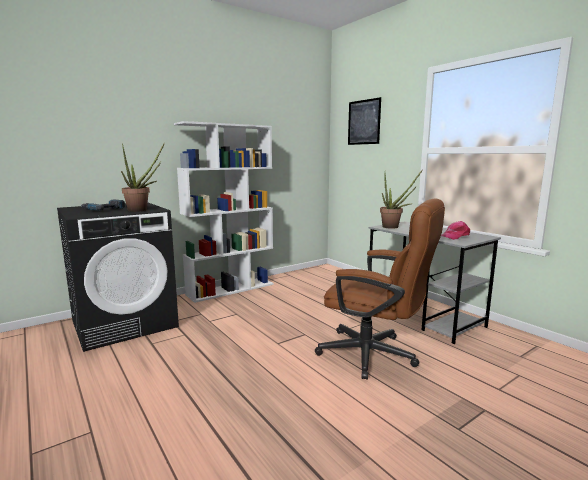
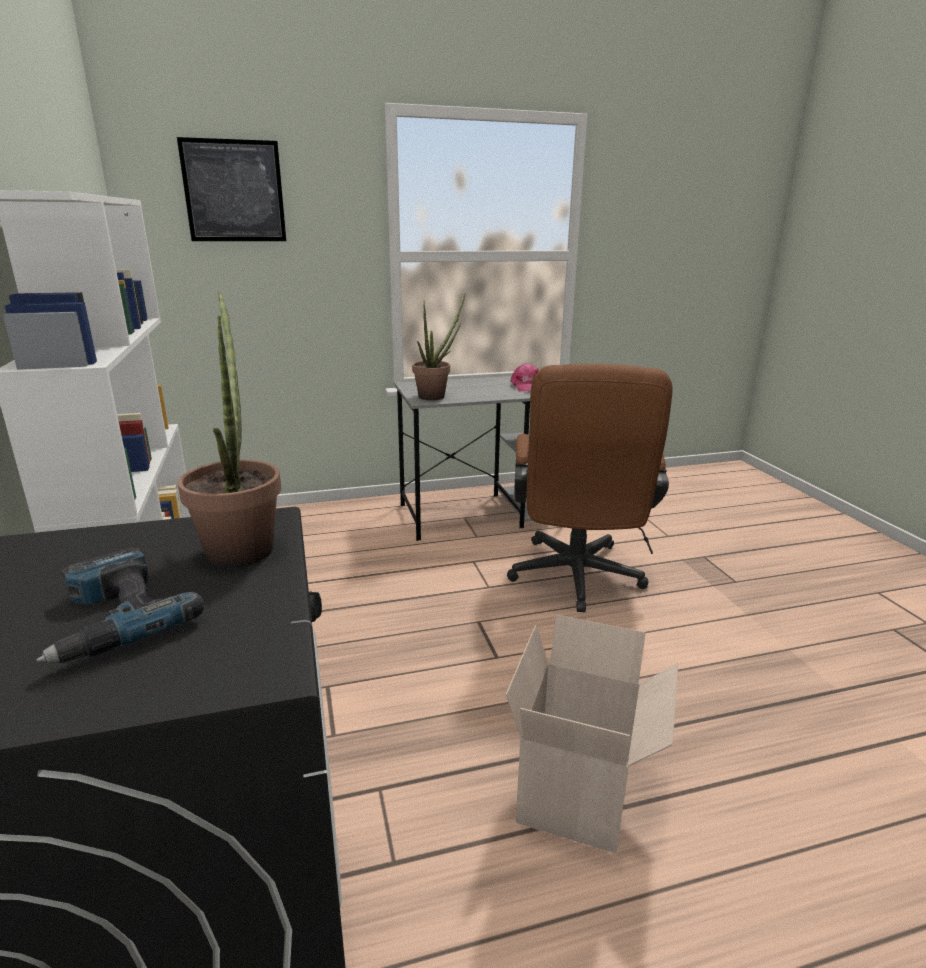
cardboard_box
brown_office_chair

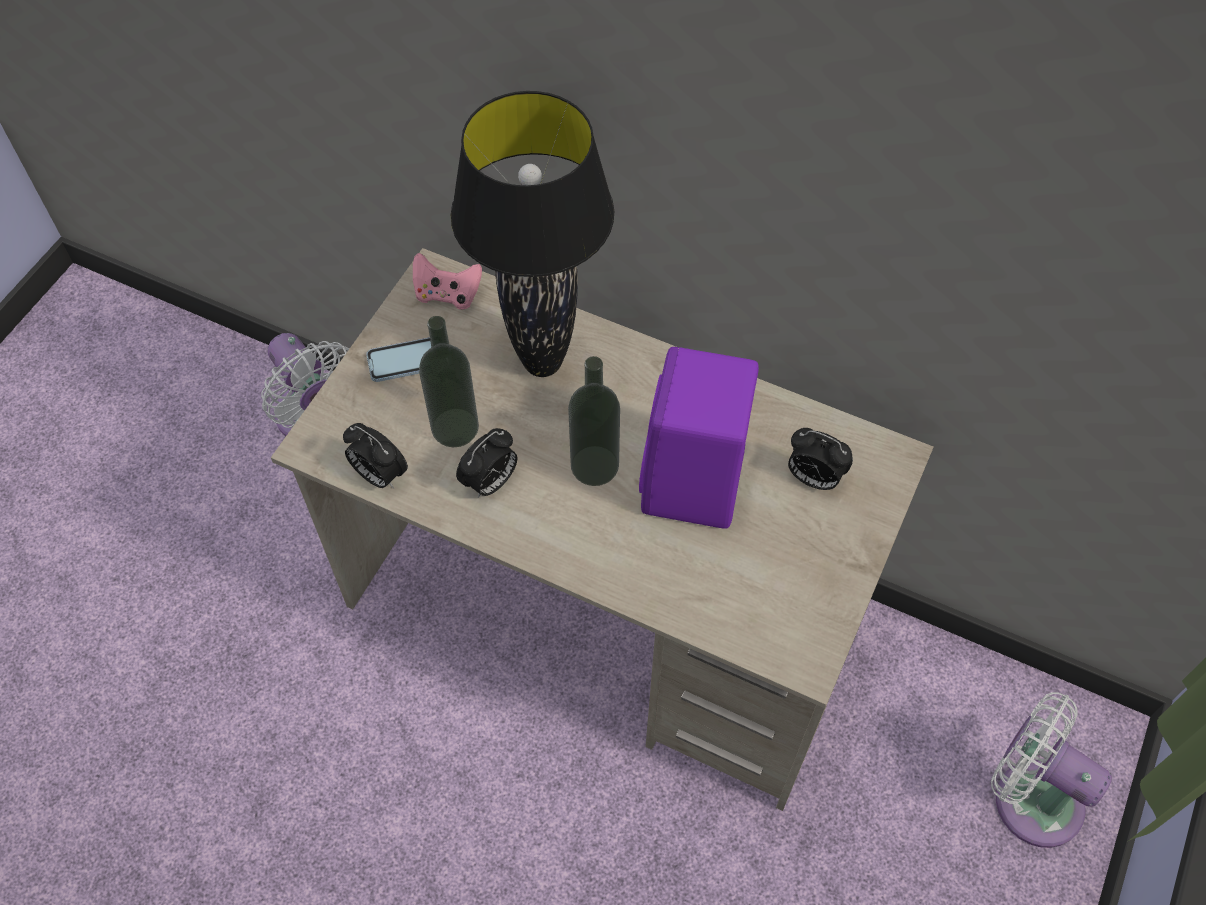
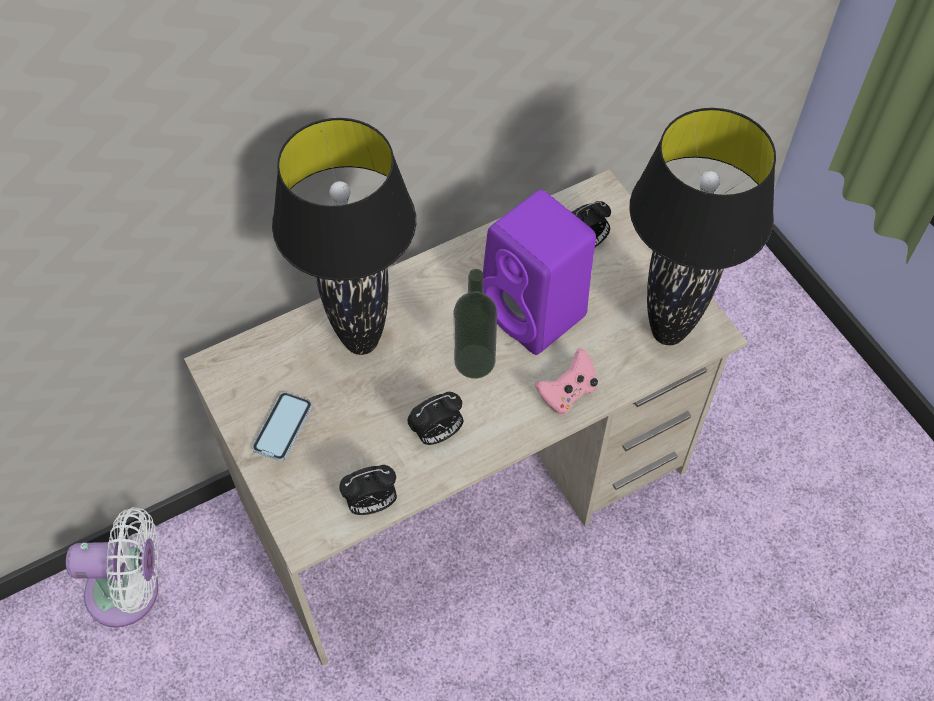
alarm_clock (no. 2 from left)
pink_game_controller
black_table_lamp (no. 2 from left)
bottle (no. 1 from left in the first image)
white_fan (no. 2 from left in the first image)

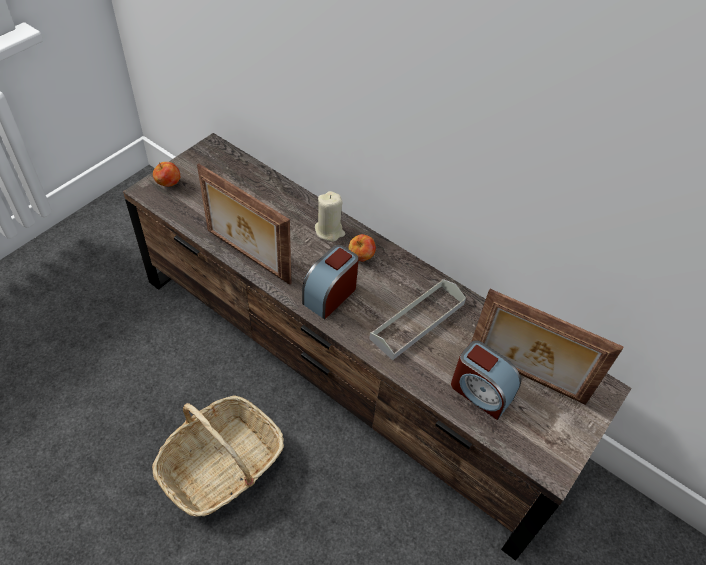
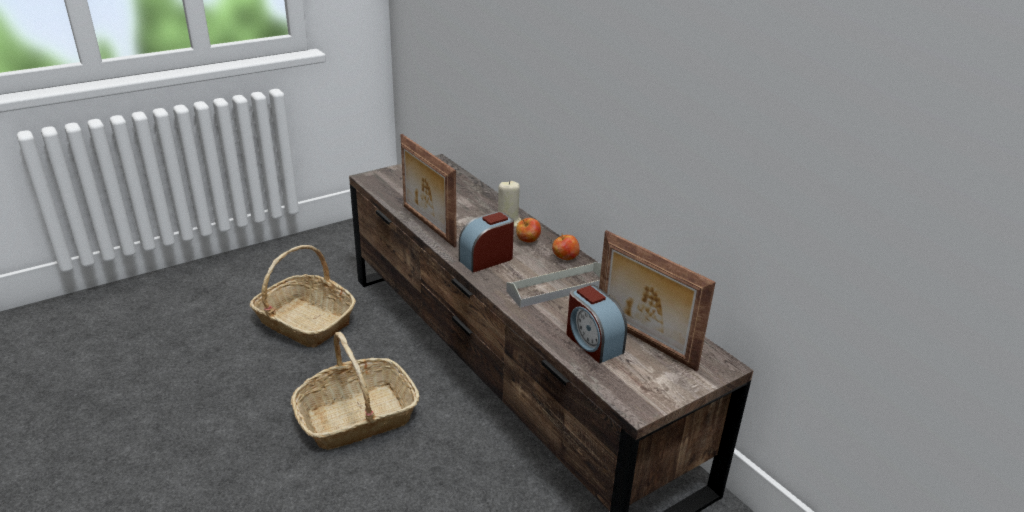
basket (no. 1 from left)
apple (no. 2 from left)

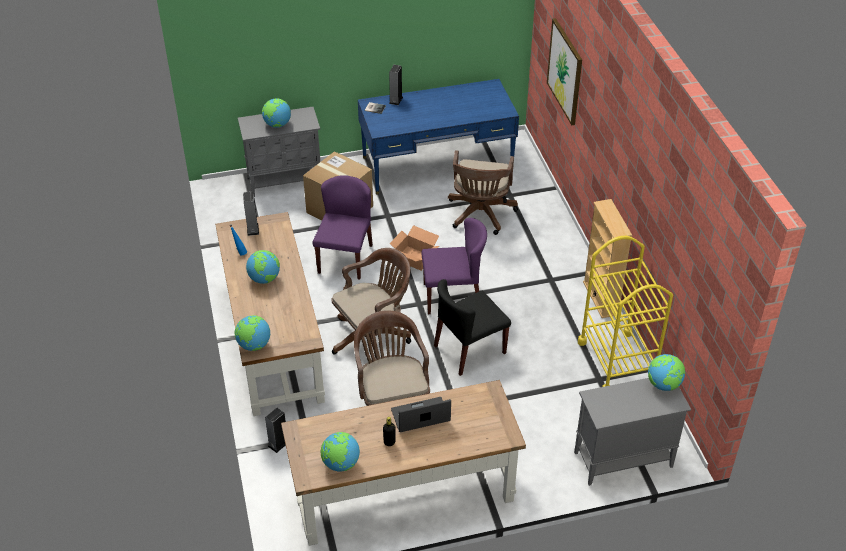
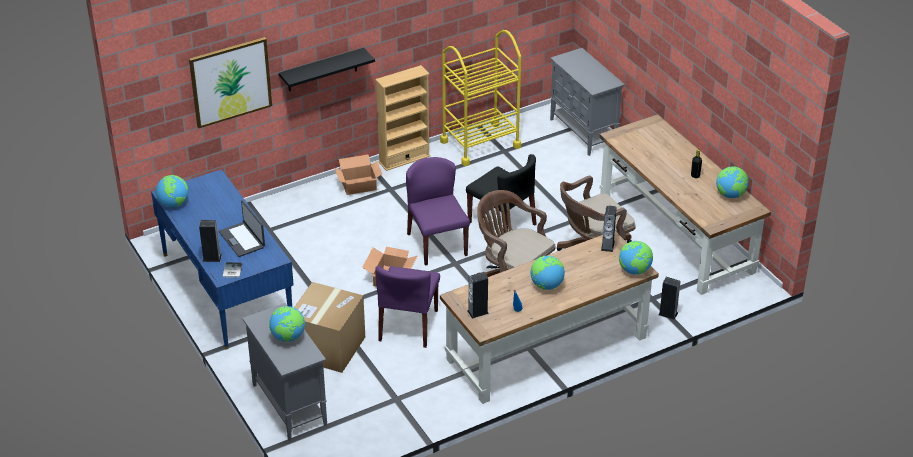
globe (no. 1 from left)
laptop
black_shelf
cardboard_box (no. 2 from left)
purple_chair (no. 1 from left)
speaker (no. 3 from left)
brown_office_chair (no. 3 from left in the first image)

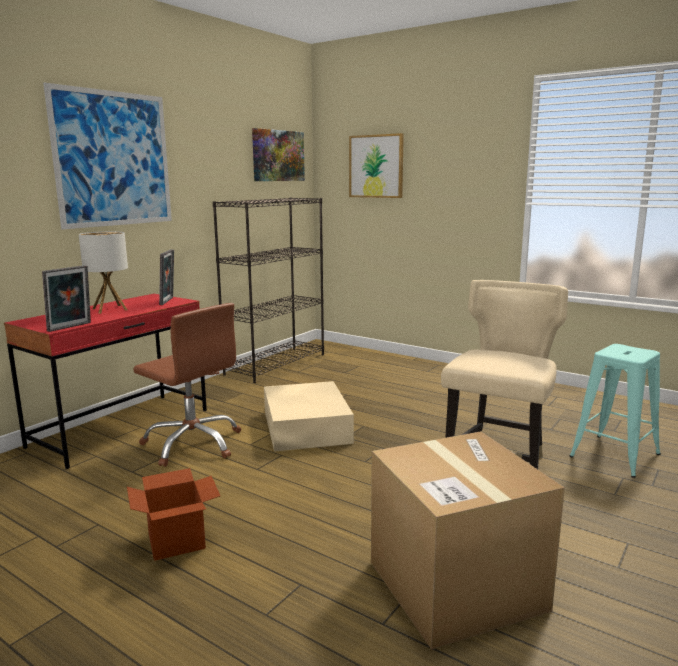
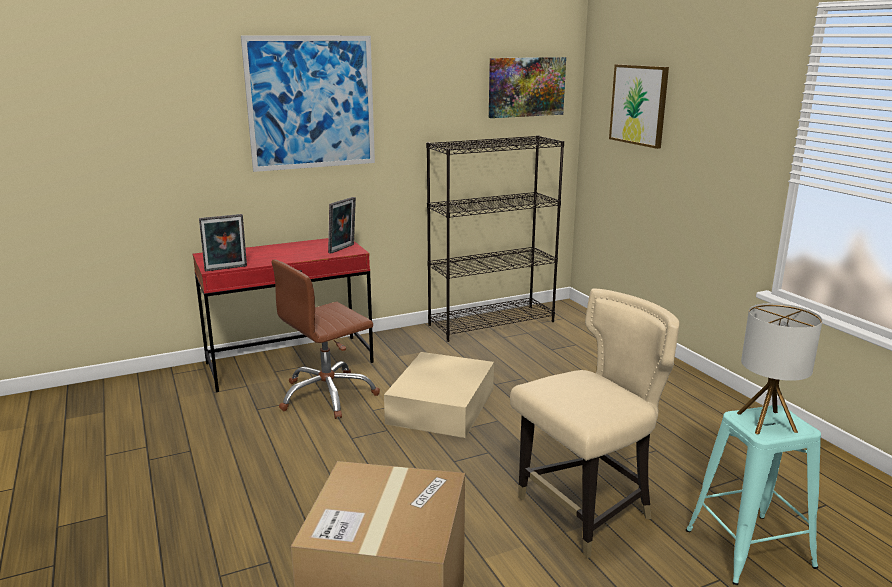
brown_office_chair
table_lamp
cardboard_box (no. 1 from left in the first image)

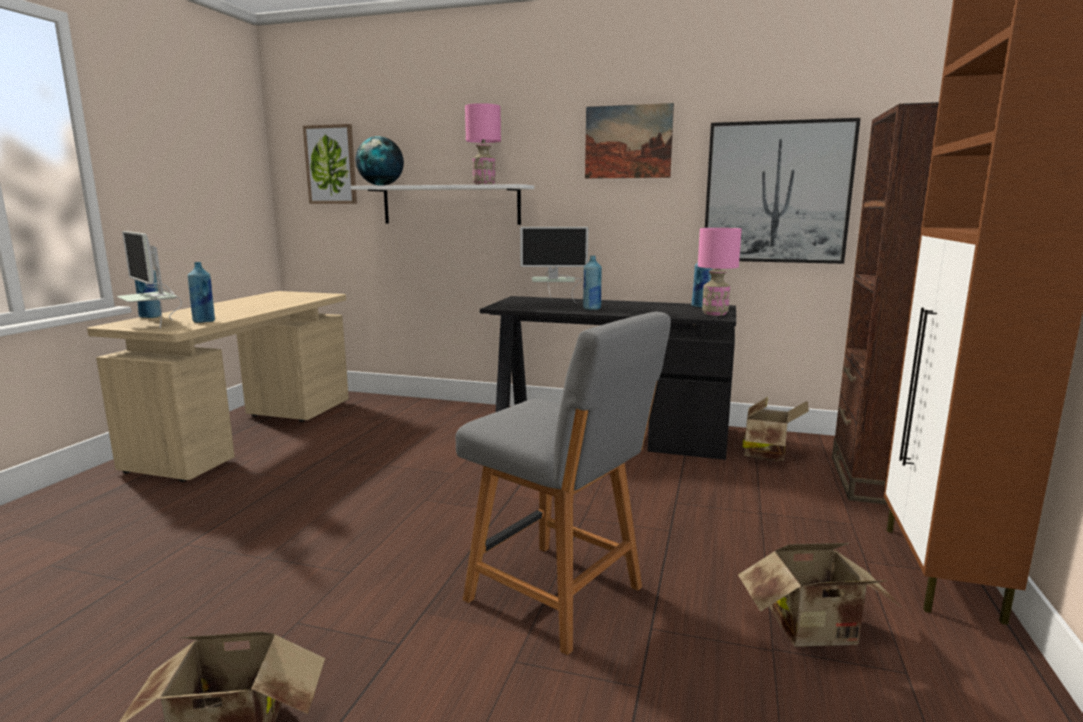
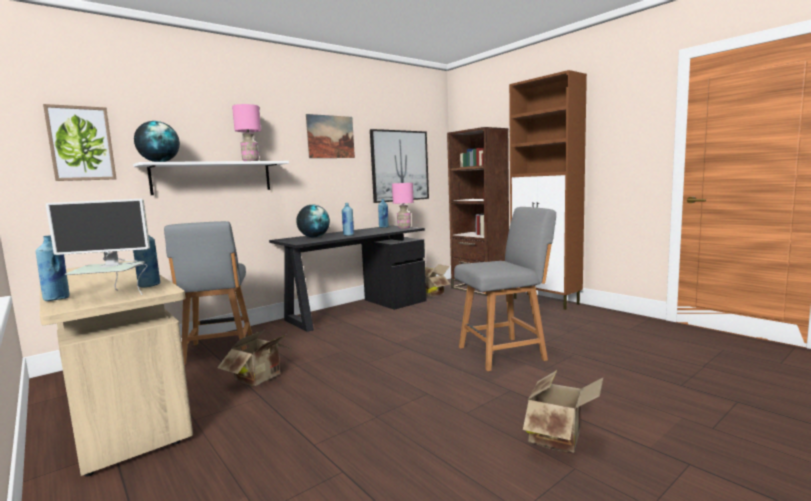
grey_chair (no. 1 from left)
cardboard_box (no. 1 from left)
globe (no. 2 from left)

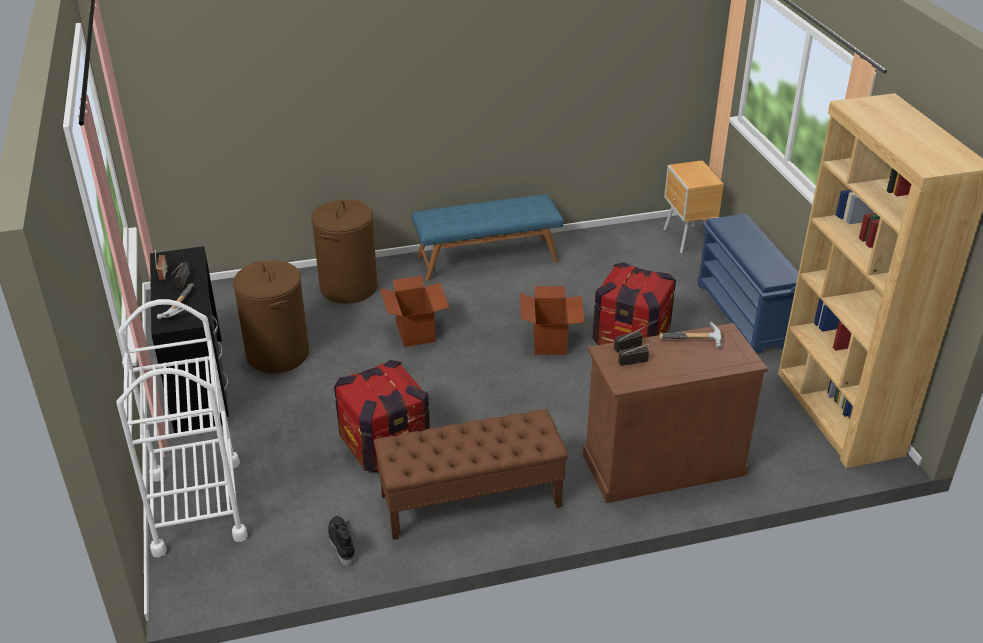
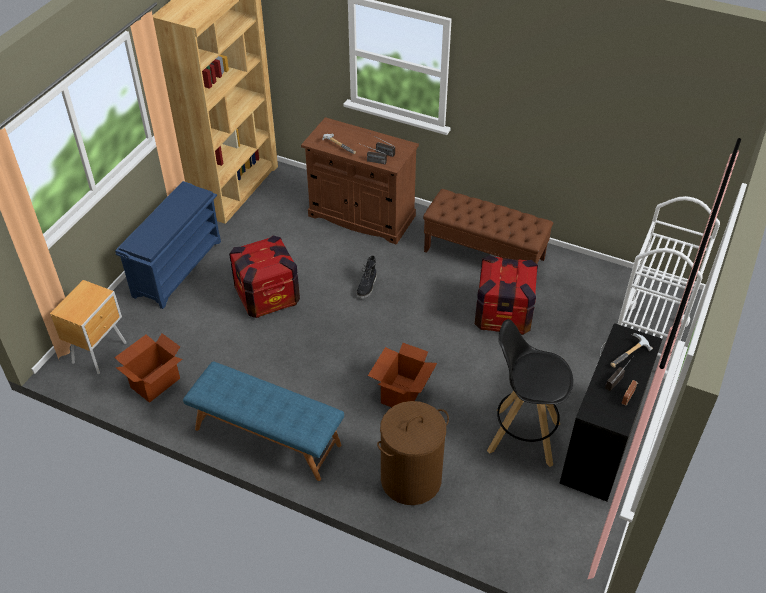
cardboard_box (no. 1 from left)
black_boot
black_stool

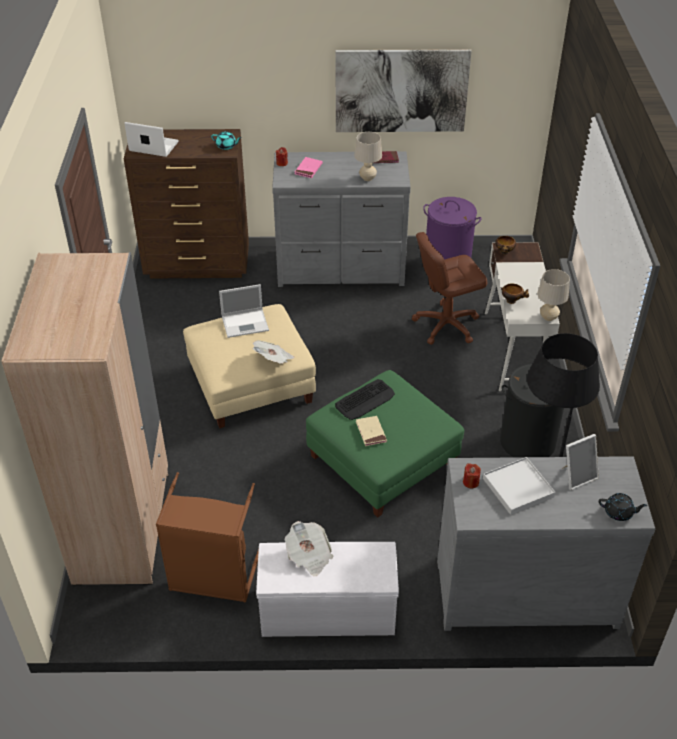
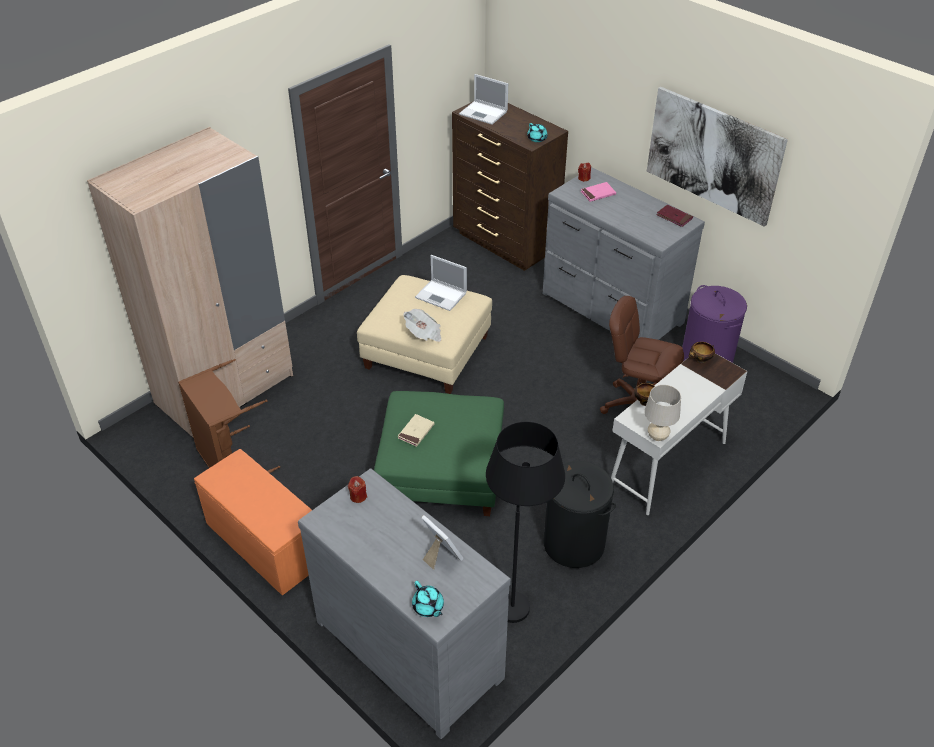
orange_bench
turquoise_teapot (no. 1 from left)
picture_frame
laptop (no. 2 from left)
newspaper (no. 2 from left in the first image)
keyboard
beige_table_lamp (no. 1 from left in the first image)
white_tray

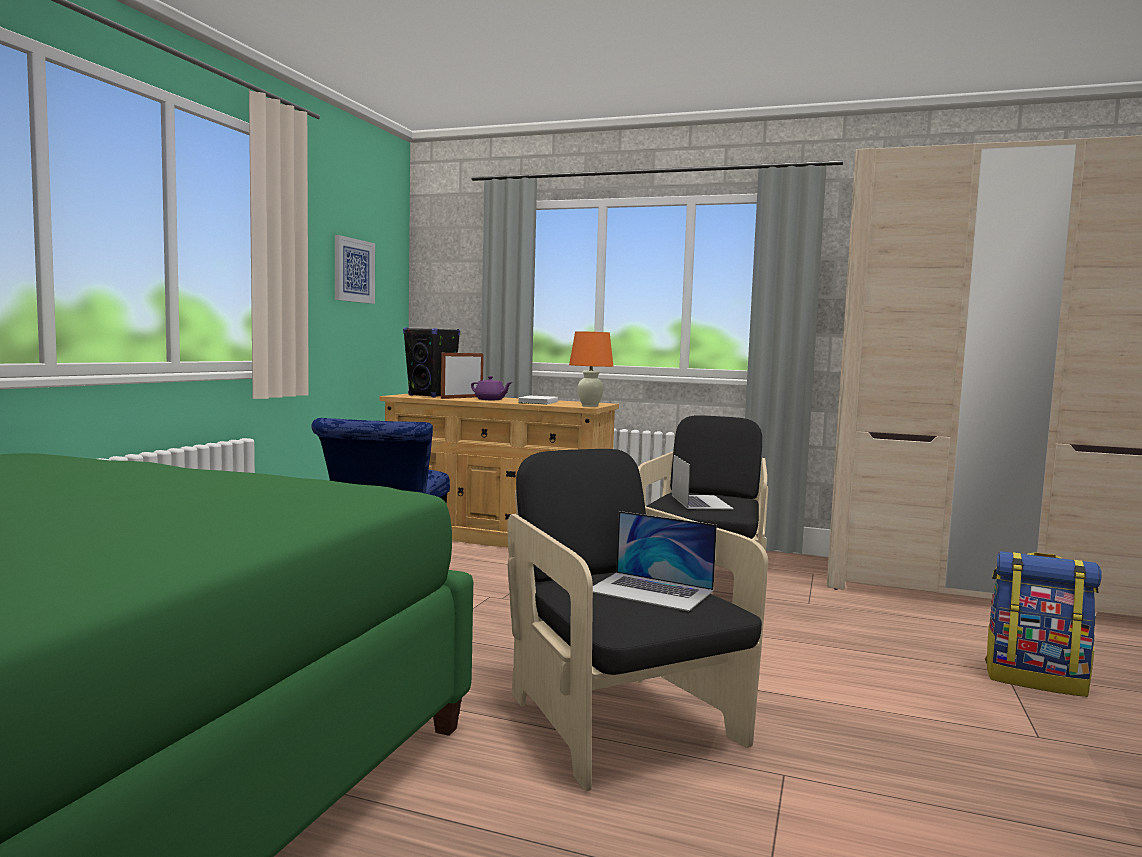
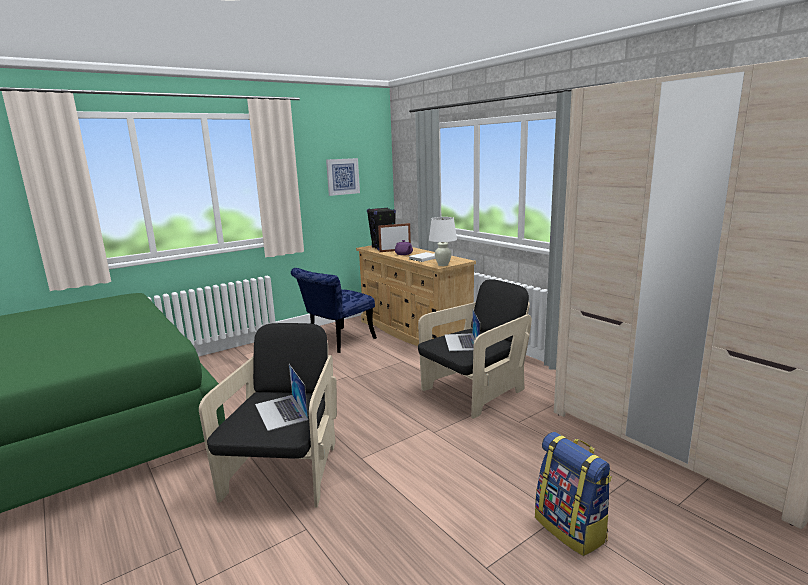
white_table_lamp
laptop (no. 2 from left)

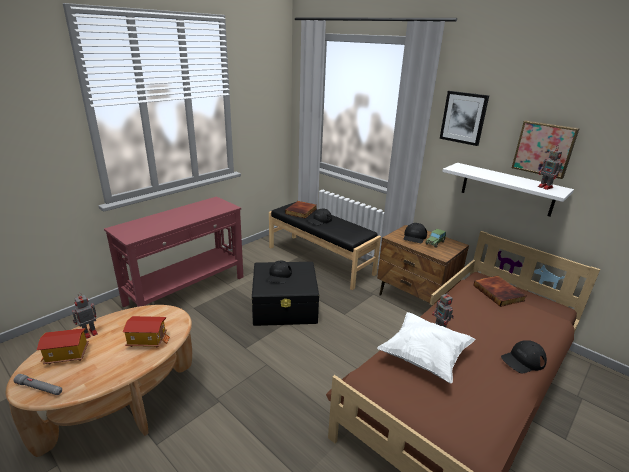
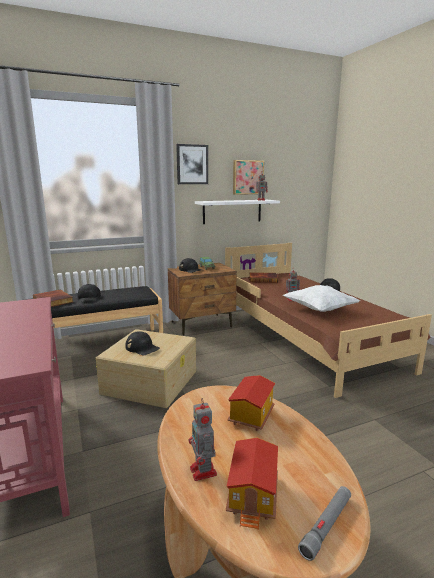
beige_storage_box

